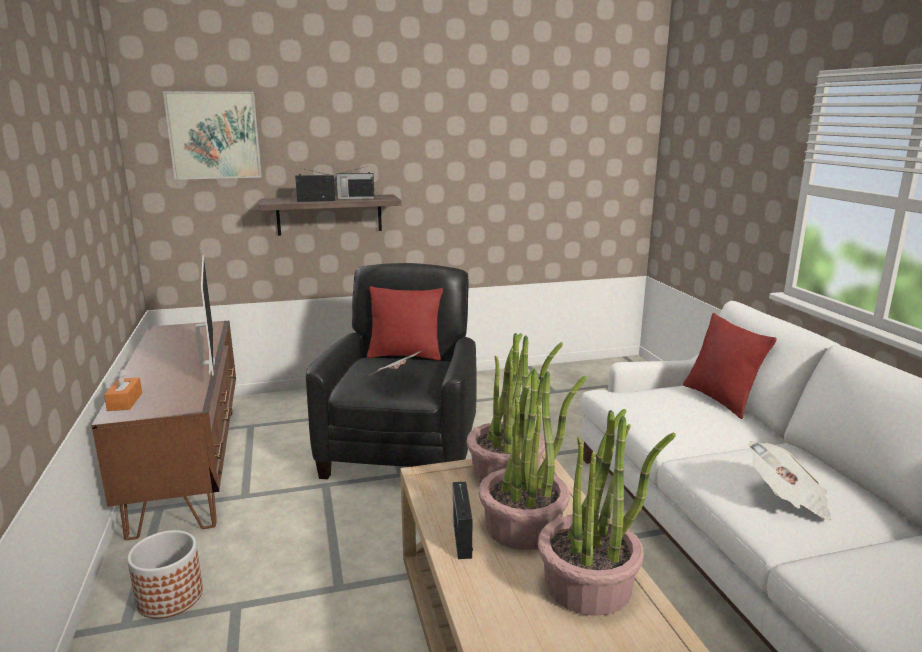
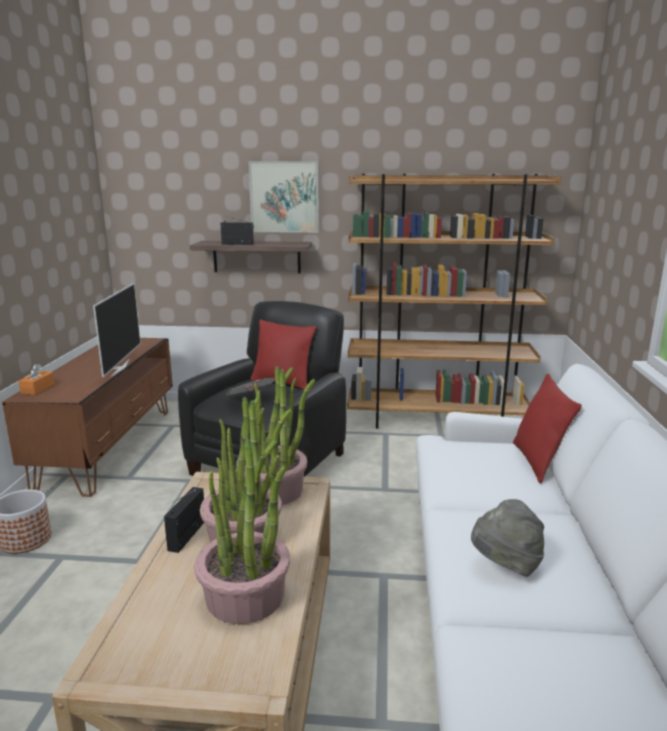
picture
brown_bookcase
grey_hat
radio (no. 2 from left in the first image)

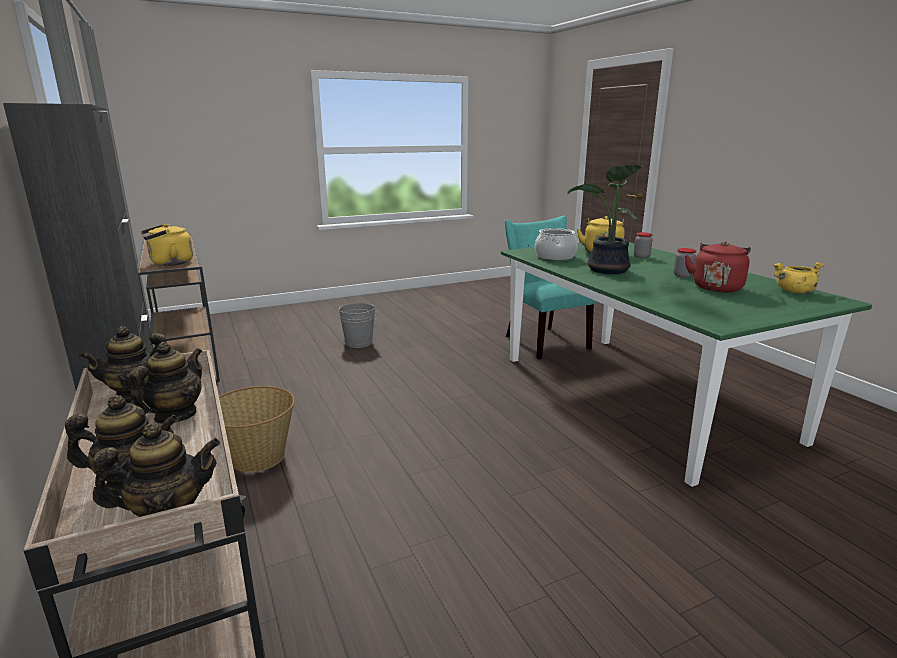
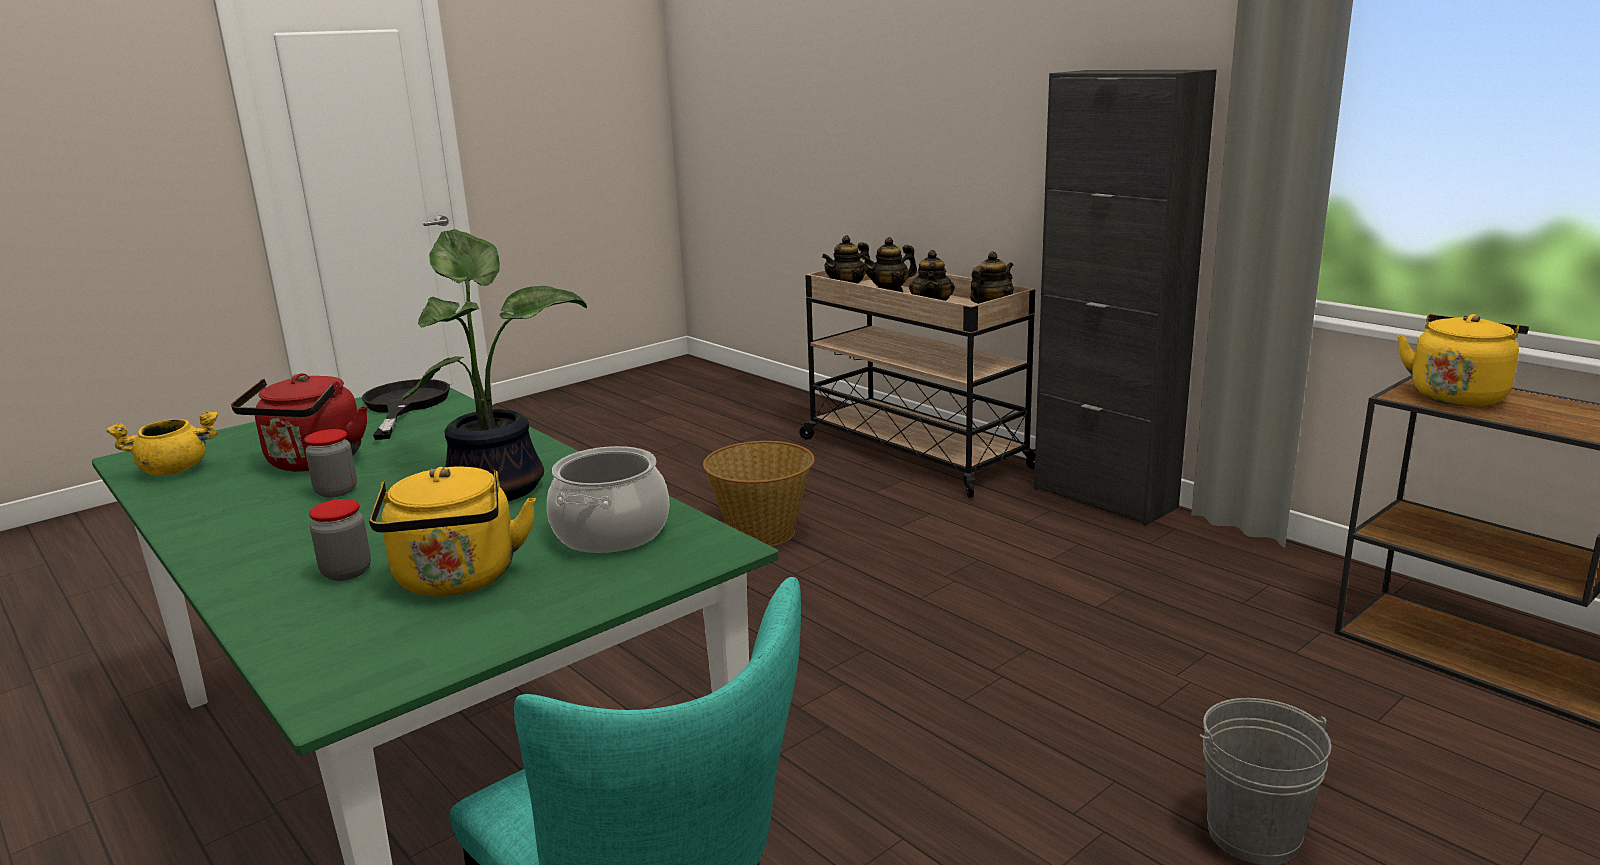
black_frying_pan
basket

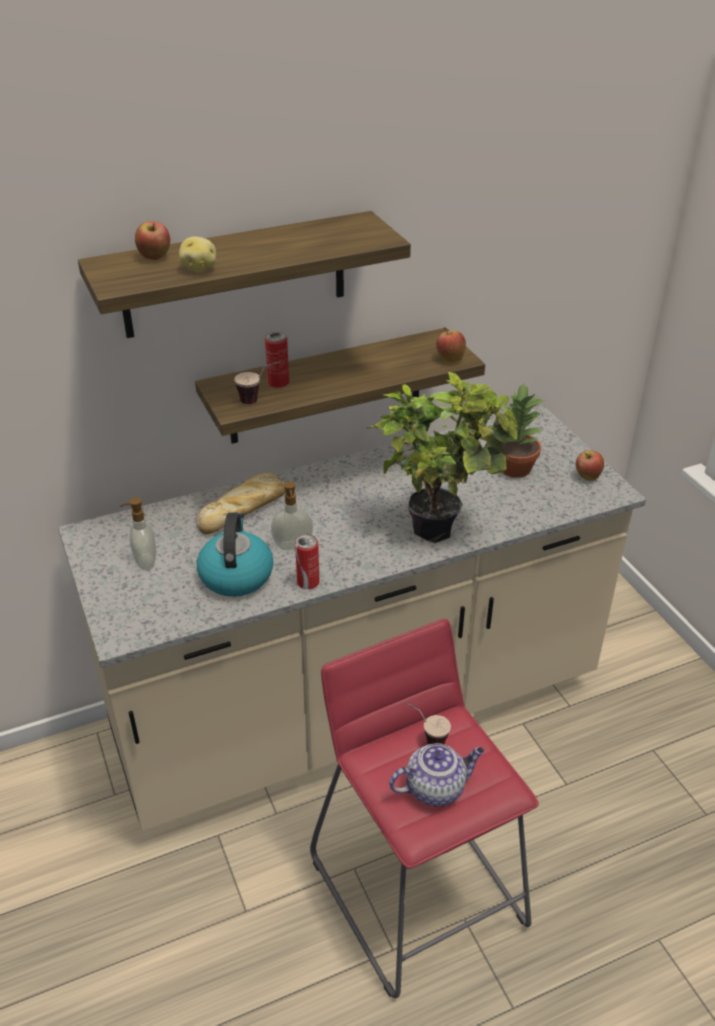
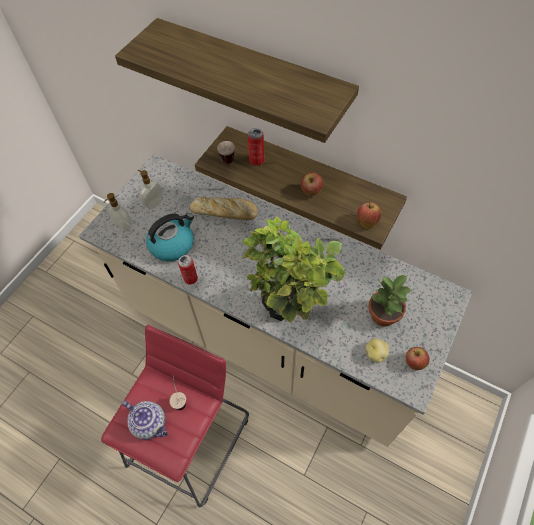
soap_dispenser (no. 1 from left)
apple (no. 1 from left)
potato

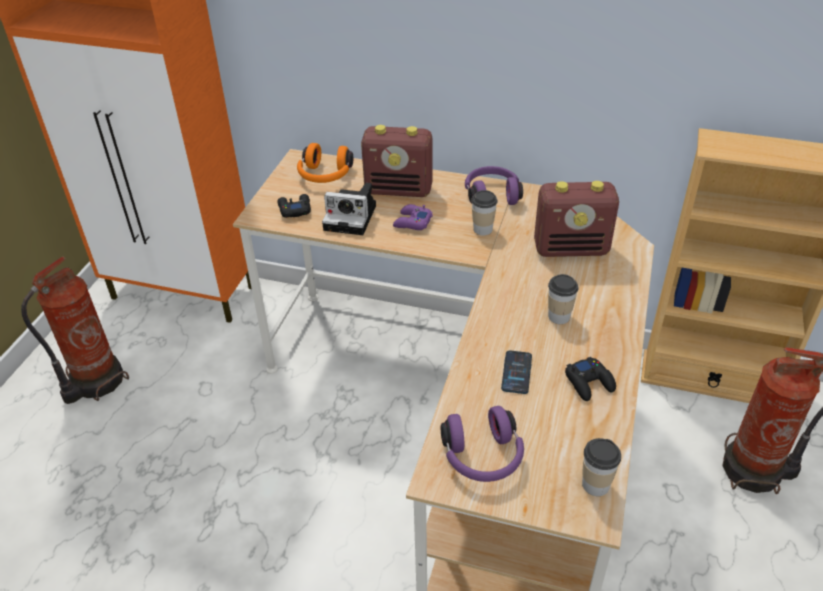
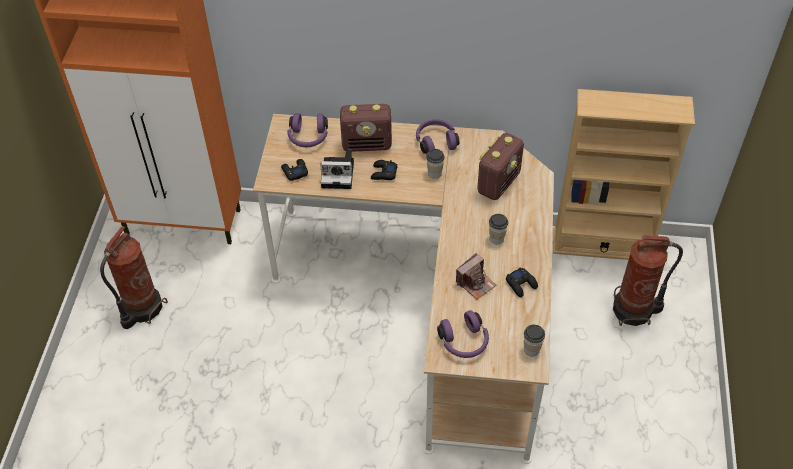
purple_headphones (no. 1 from left)
black_game_controller (no. 2 from left)
photo_camera (no. 2 from left)
radio (no. 2 from left)

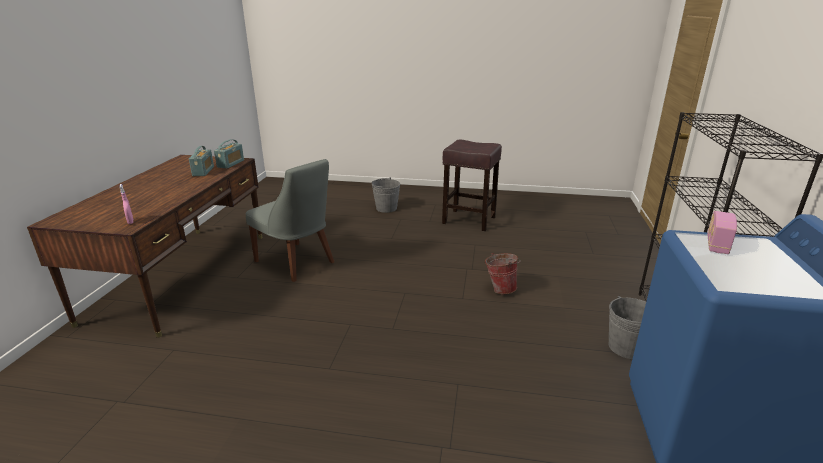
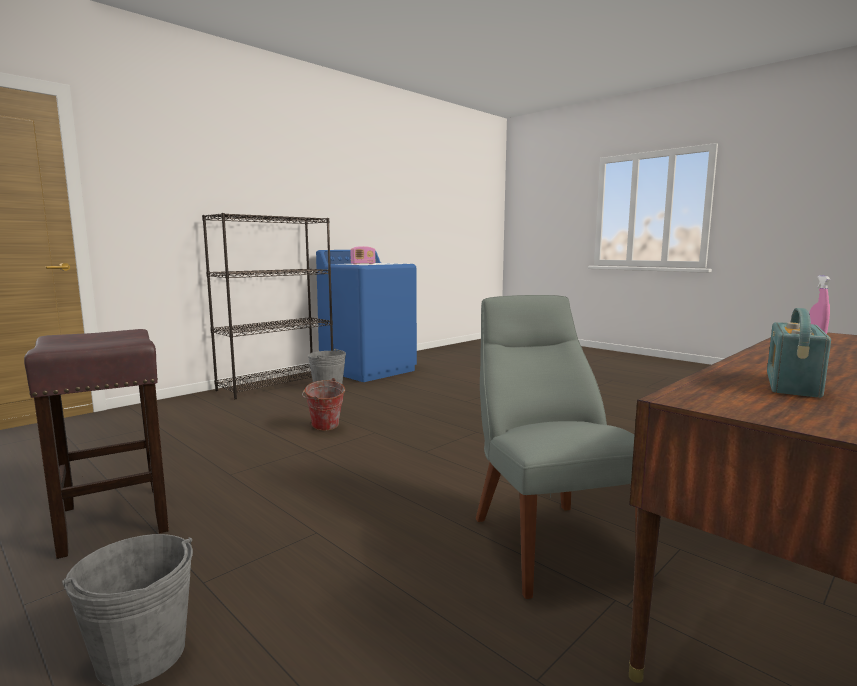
radio (no. 2 from left in the first image)

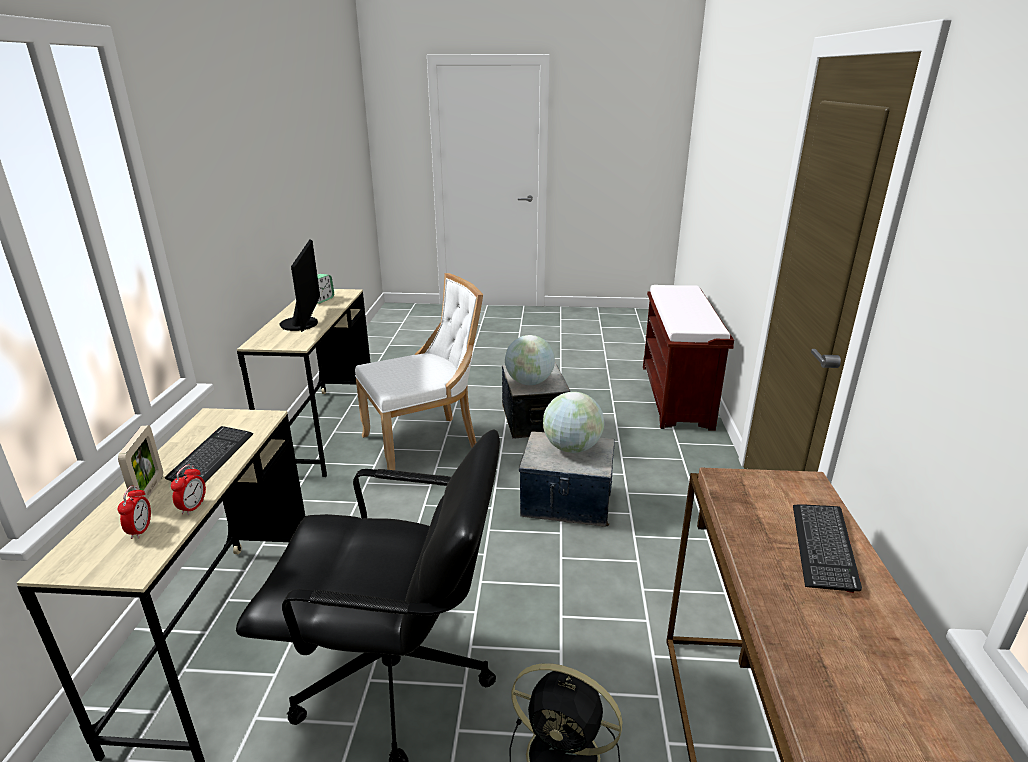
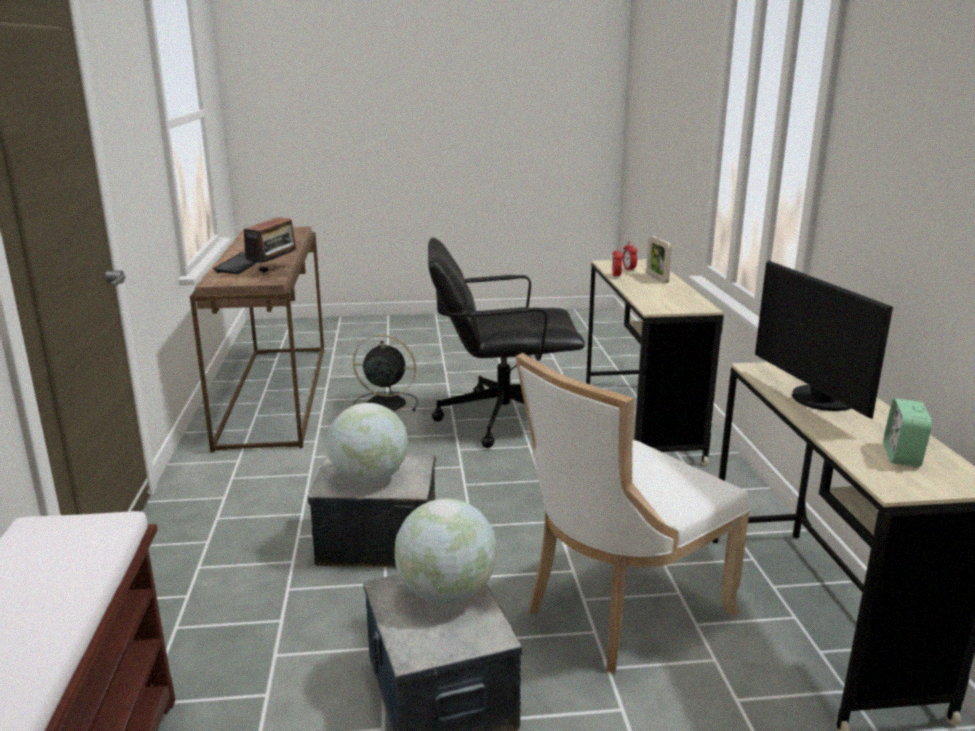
radio
keyboard (no. 1 from left in the first image)

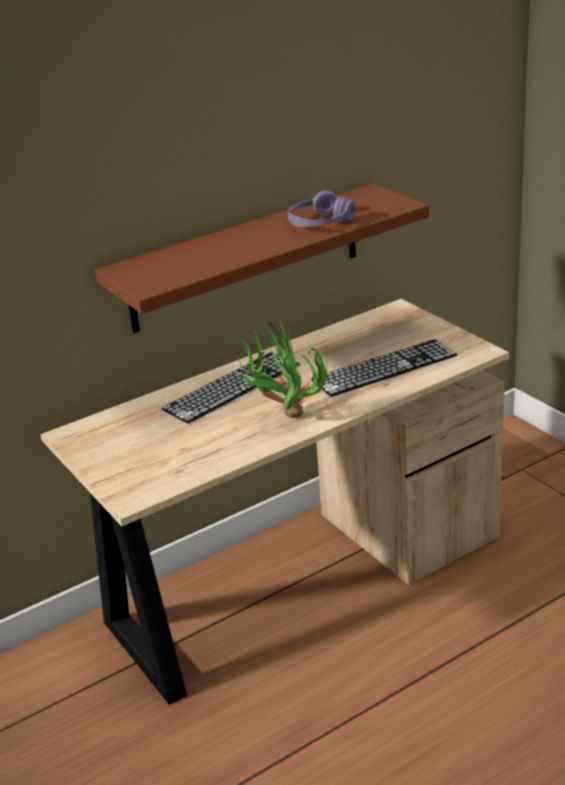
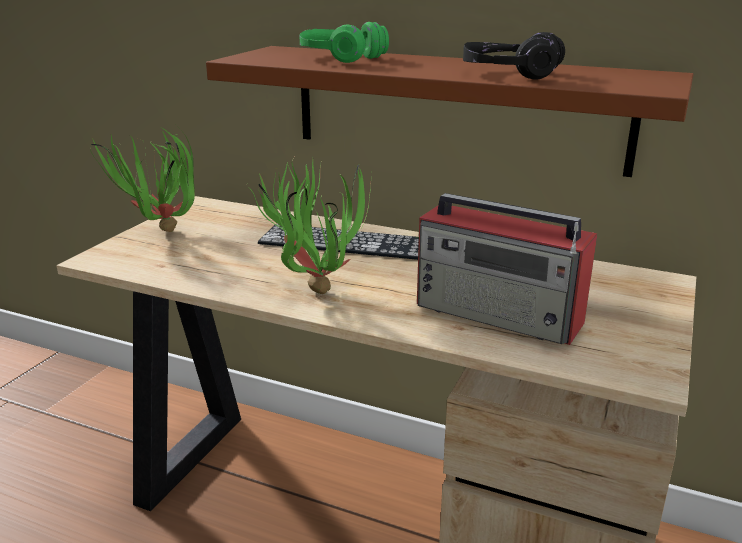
potted_plant (no. 1 from left)
green_headphones
radio
black_headphones

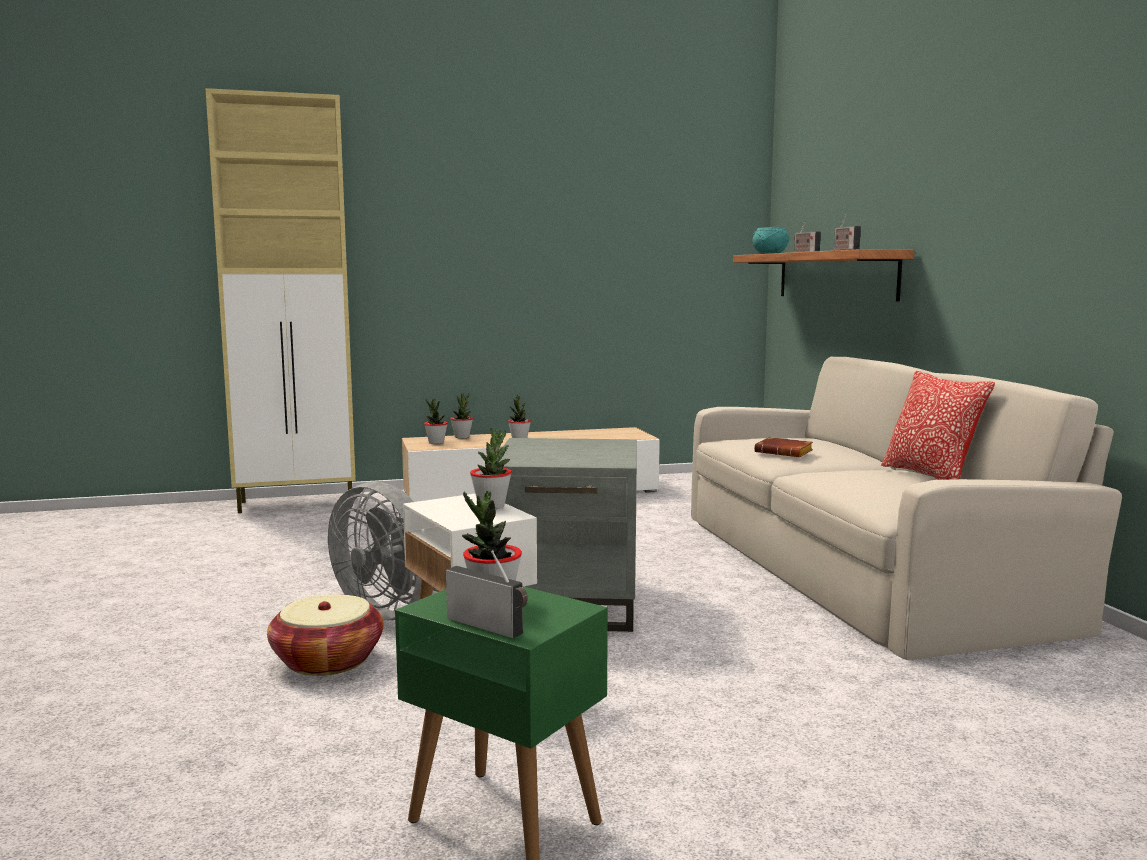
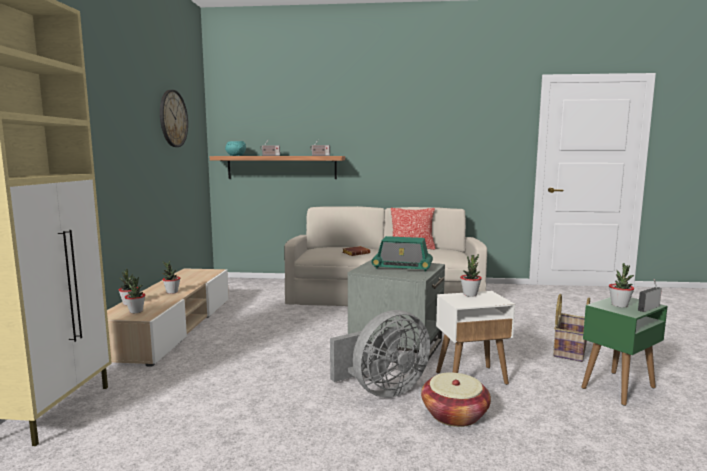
wall_clock
radio (no. 3 from left)
basket (no. 2 from left)

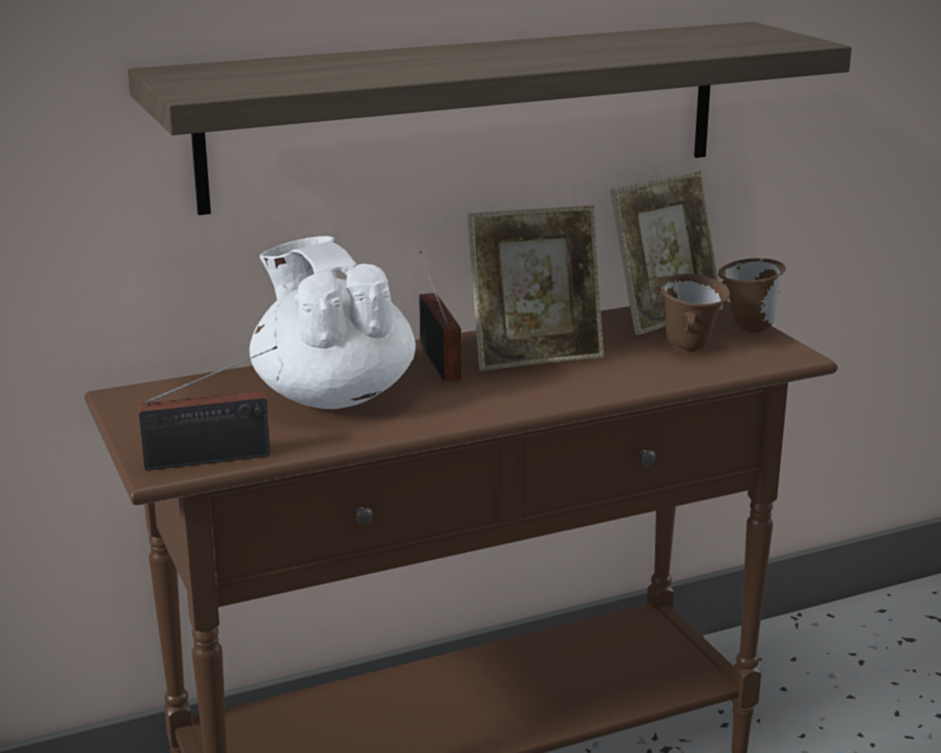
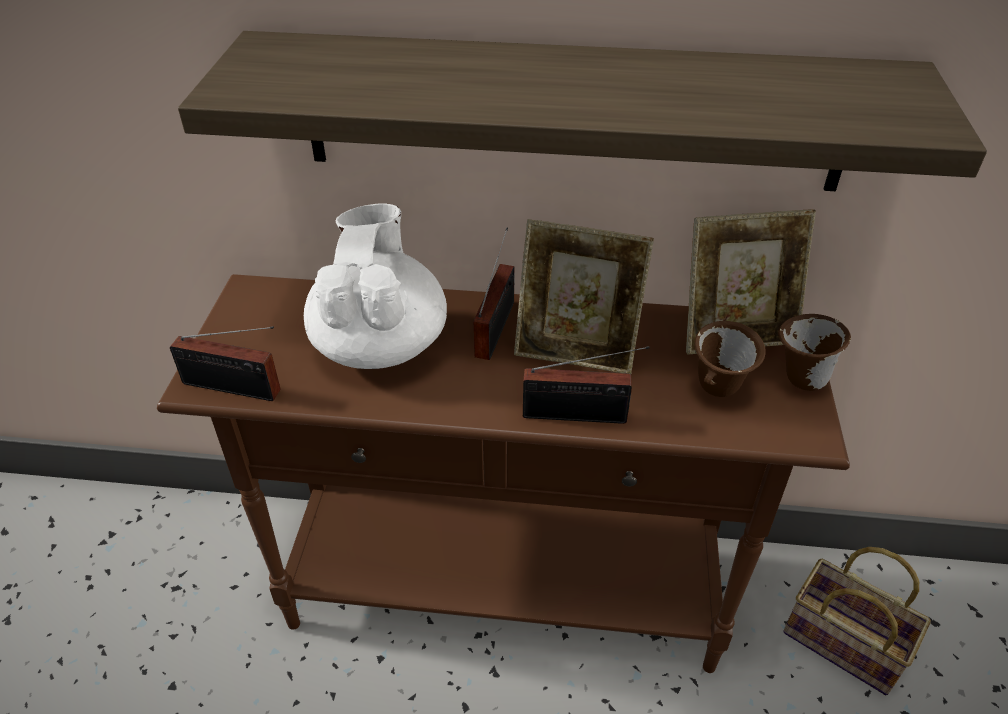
radio (no. 3 from left)
basket

